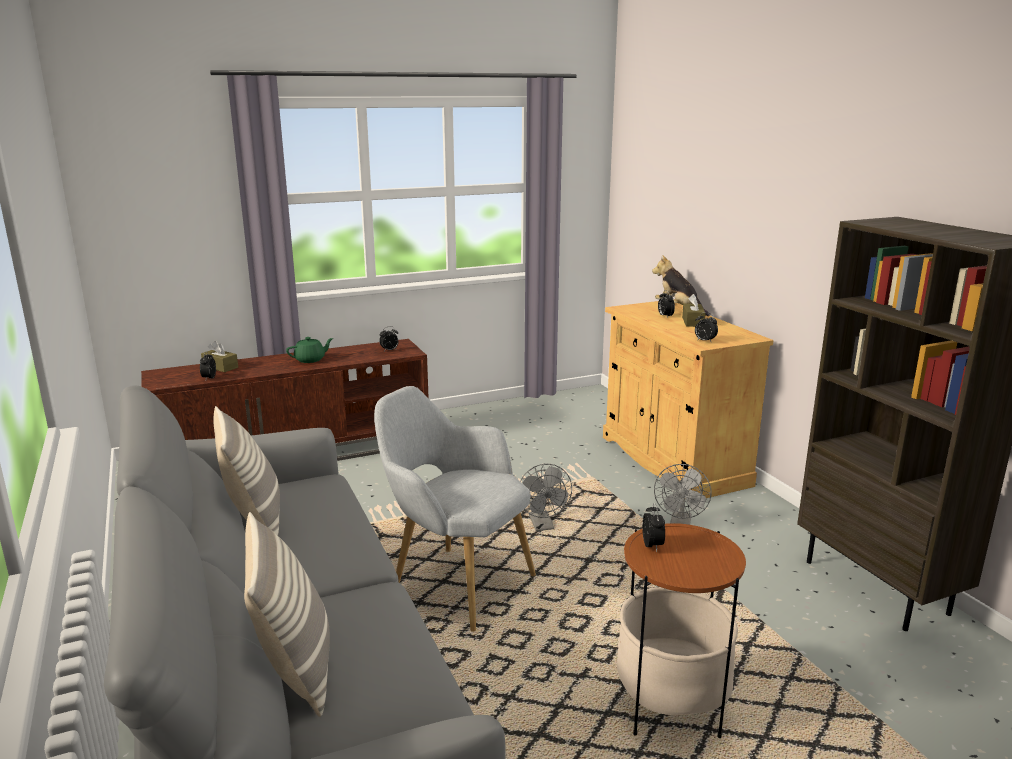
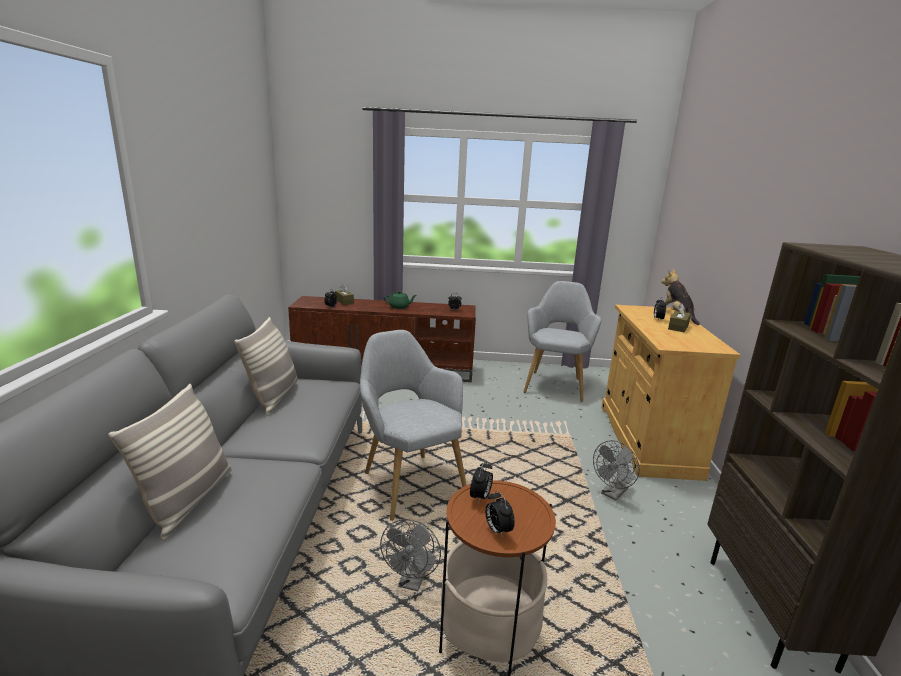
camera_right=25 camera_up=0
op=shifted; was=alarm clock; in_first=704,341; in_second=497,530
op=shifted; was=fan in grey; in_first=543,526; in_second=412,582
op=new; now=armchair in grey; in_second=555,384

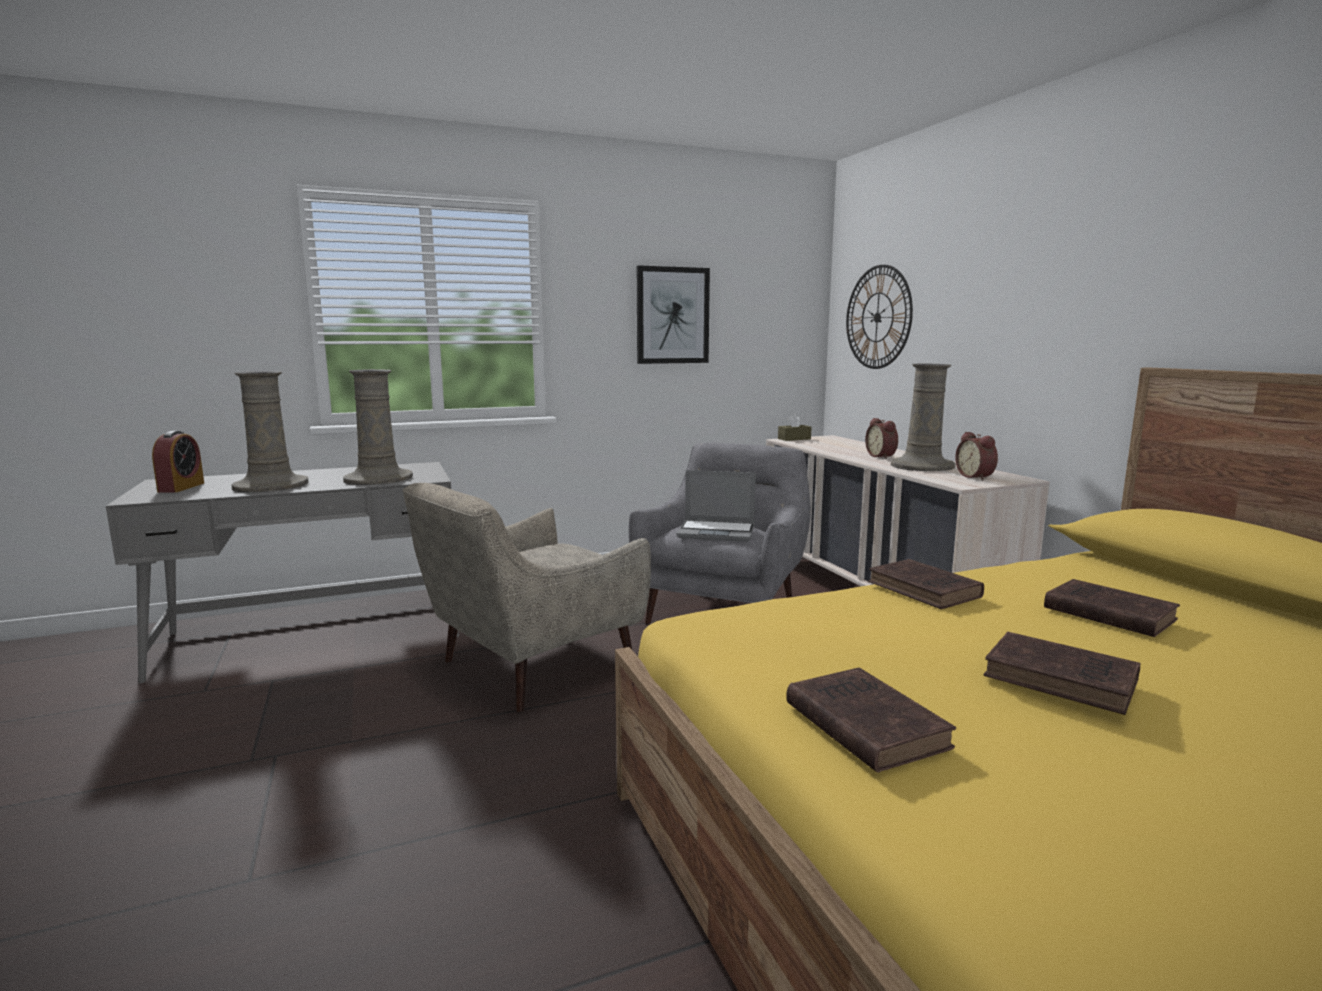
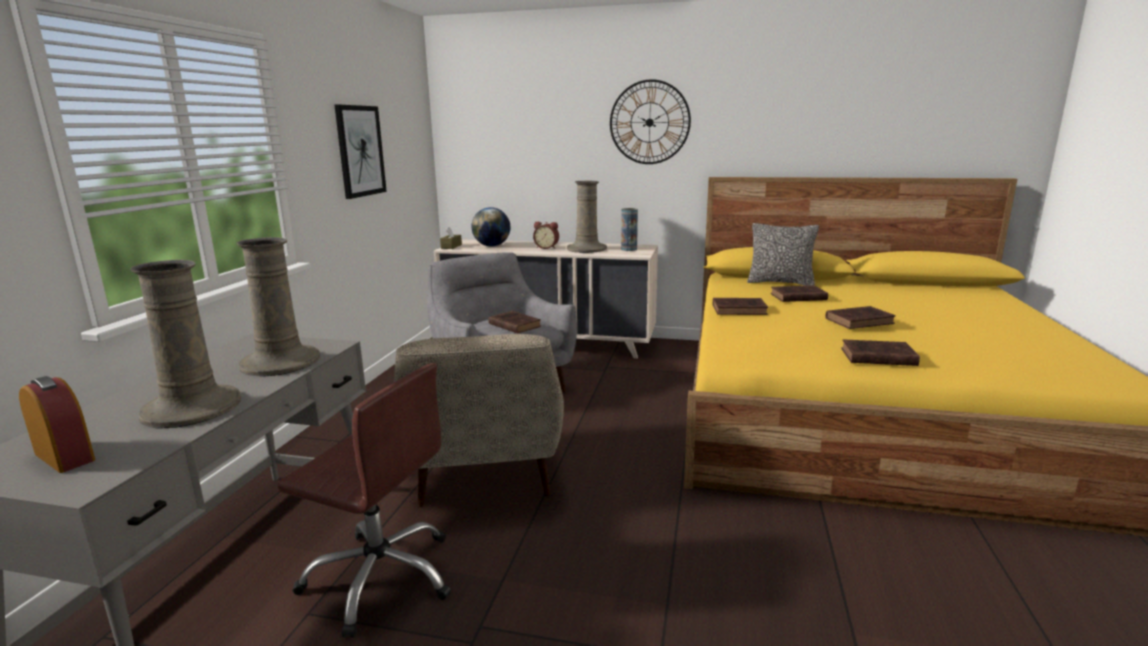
camera_right=-55 camera_up=5
op=shifted; was=wall clock; in_first=877,317; in_second=649,122
op=swapped; was=alarm clock; now=vase; in_first=976,477; in_second=629,249
op=swapped; was=laptop; now=book in brown; in_first=717,532; in_second=513,325
op=new; now=globe; in_second=492,246
op=new; now=pillow; in_second=780,282
op=new; now=office chair in brown; in_second=381,577

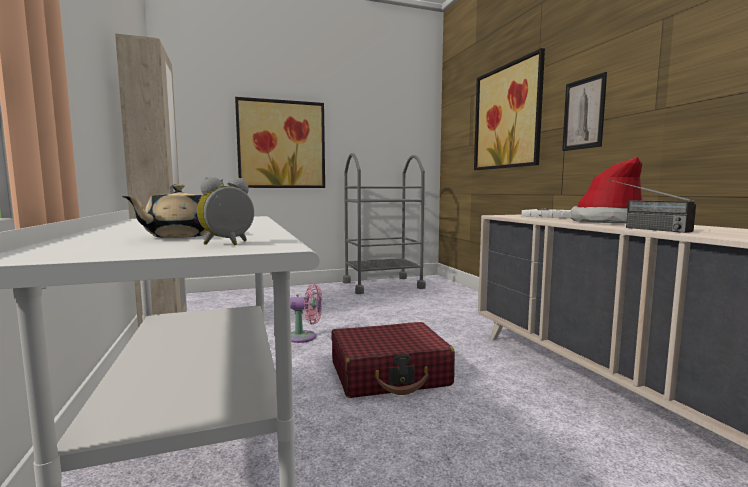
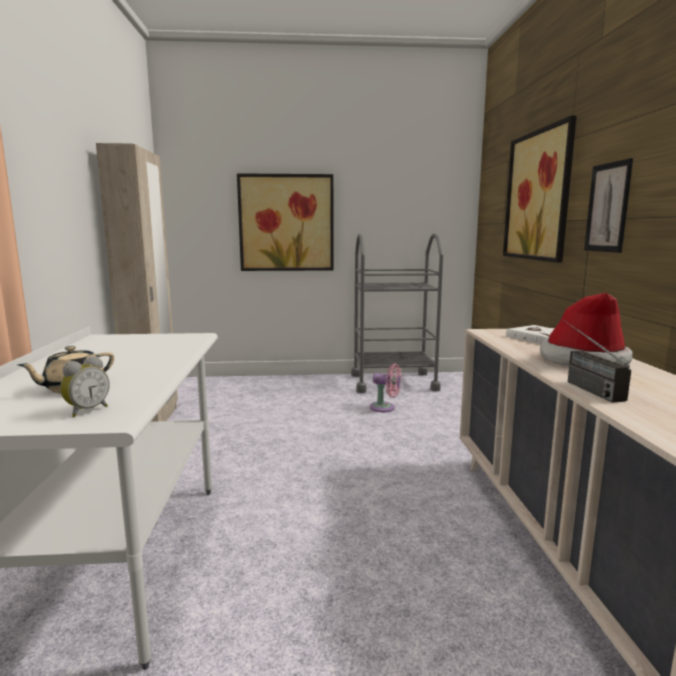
camera_right=15 camera_up=5
op=rotated; was=alarm clock; in_first=229,244; in_second=86,410; clockwise=150
op=shifted; was=fan in pink; in_first=305,337; in_second=385,408
op=gone; was=suitcase in red; in_first=390,374

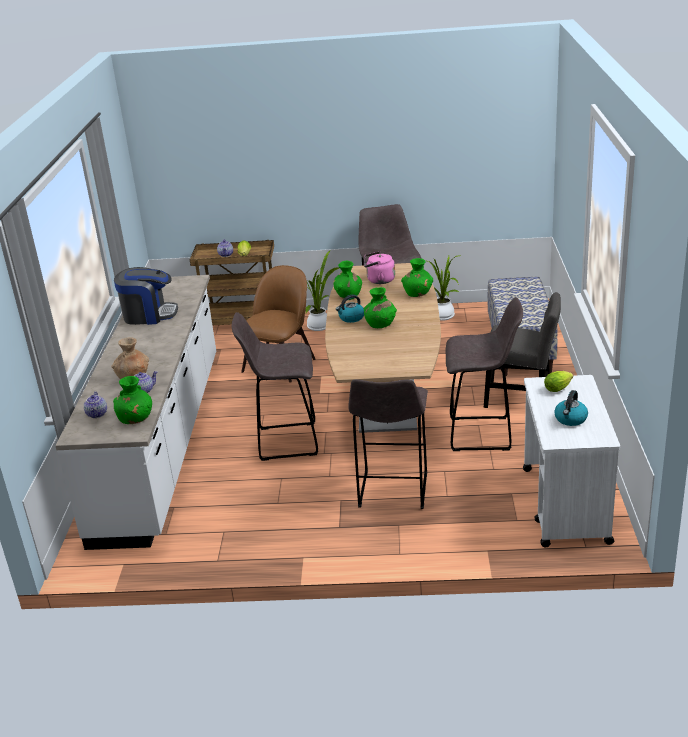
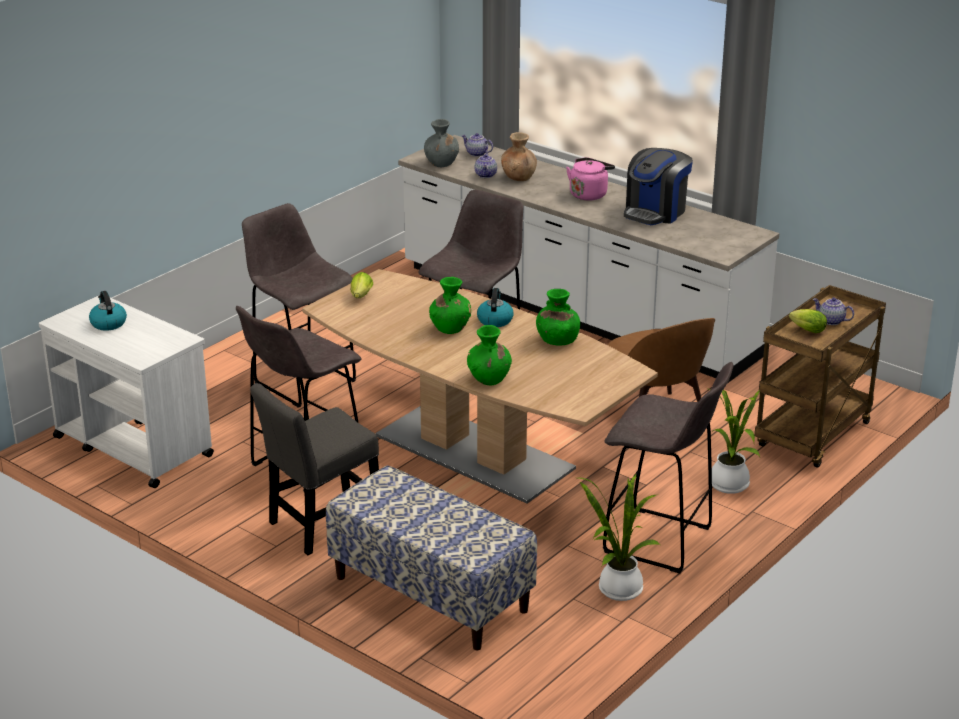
camera_right=125 camera_up=0
op=shifted; was=kettle in pink; in_first=379,280; in_second=589,194
op=shifted; was=lettuce; in_first=559,388; in_second=360,297
op=repainted; was=vase in green; now=vase in grey; in_first=136,419; in_second=441,163

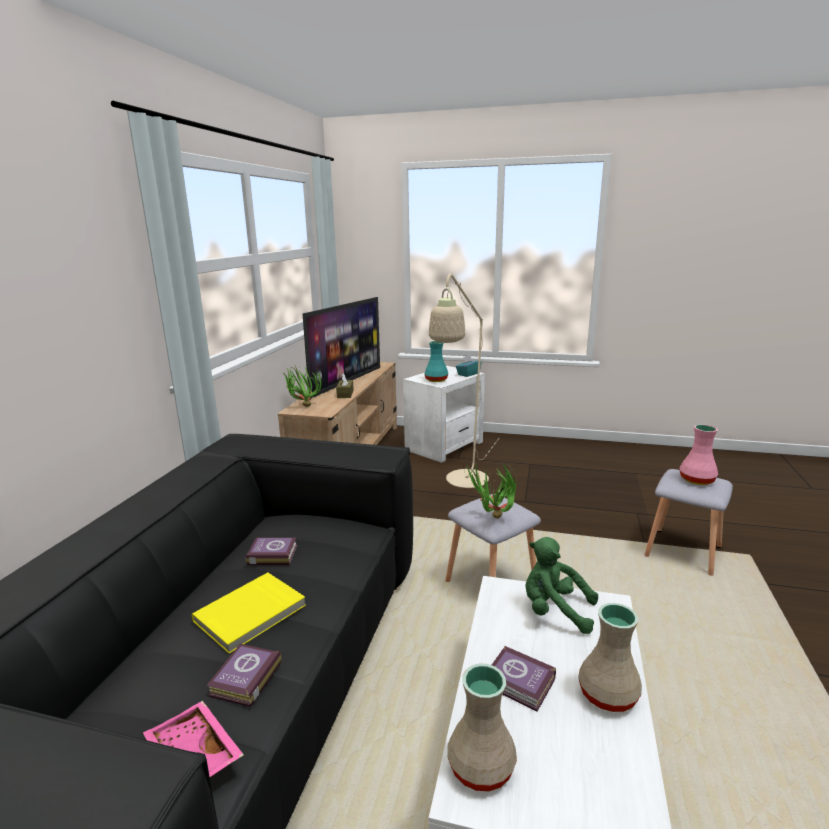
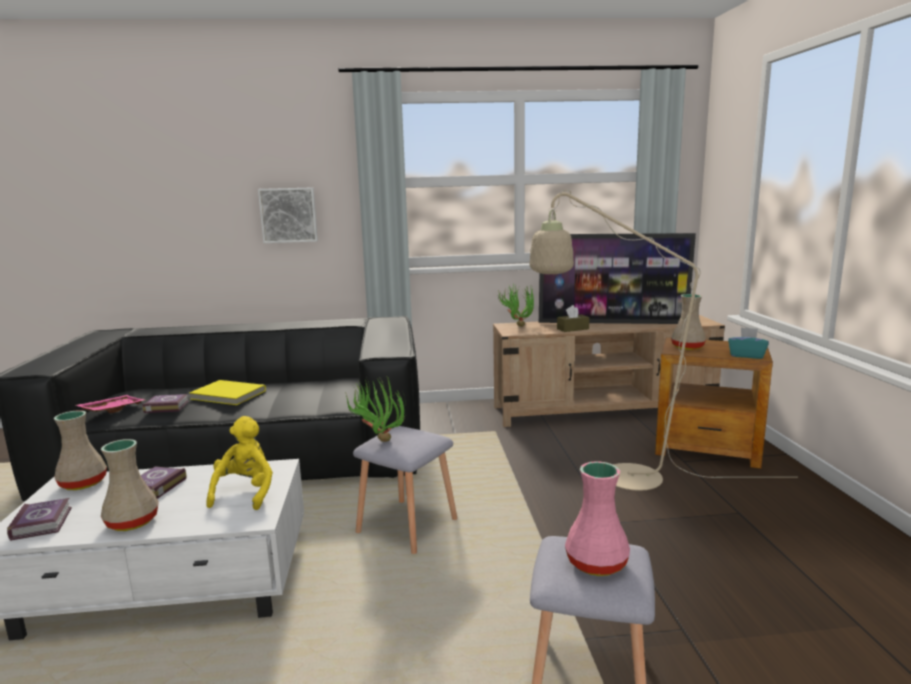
camera_right=70 camera_up=-5
op=repainted; was=vase in turquoise; now=vase in beige; in_first=436,380; in_second=687,347
op=repainted; was=side table in white; now=side table in brown; in_first=445,446; in_second=707,448
op=shifted; was=book; in_first=271,554; in_second=43,522
op=repainted; was=plush toy in green; now=plush toy in yellow; in_first=554,611; in_second=245,493
op=new; now=picture; in_second=288,215

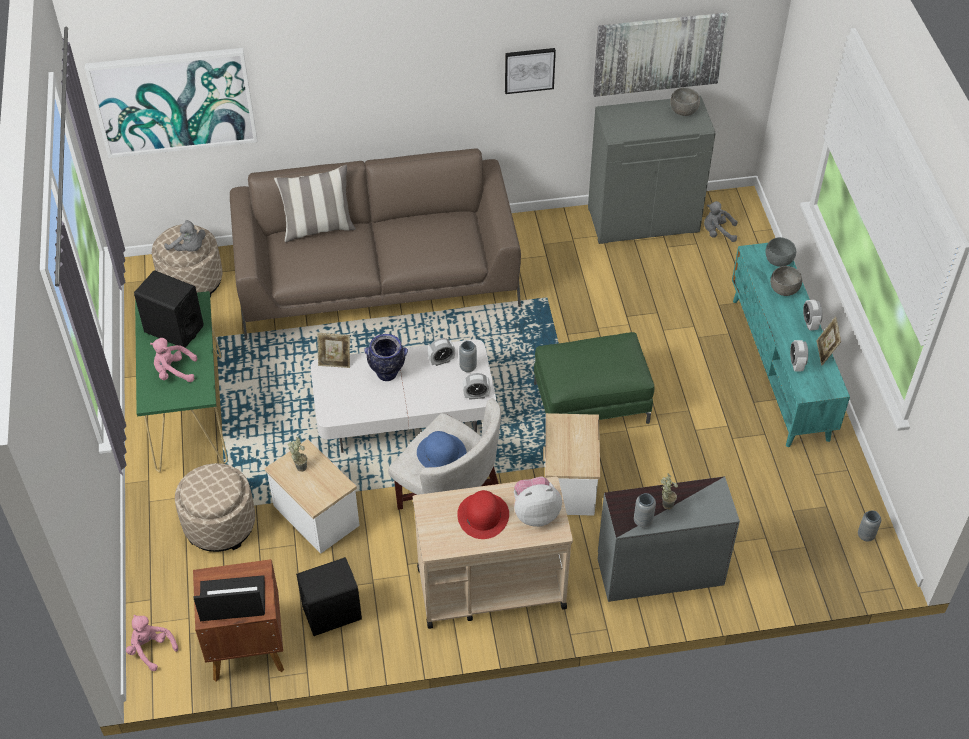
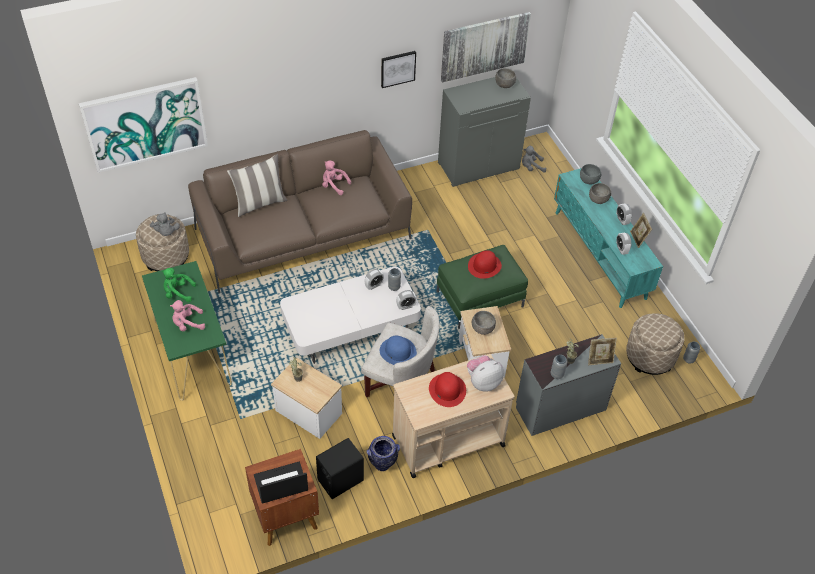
camera_right=-15 camera_up=0
op=rotated; was=plush toy in grey; in_first=189,249; in_second=166,232; clockwise=45
op=swapped; was=speaker in black; now=plush toy in green; in_first=173,329; in_second=178,293
op=shifted; was=picture frame; in_first=335,362; in_second=599,360
op=shifted; was=vase; in_first=387,374; in_second=382,464
op=shifted; was=ottoman in beige; in_first=220,525; in_second=650,356
op=shifted; was=plush toy in pink; in_first=151,649; in_second=334,185
op=new; now=hat in red; in_second=484,266
op=new; now=bowl in grey; in_second=482,329

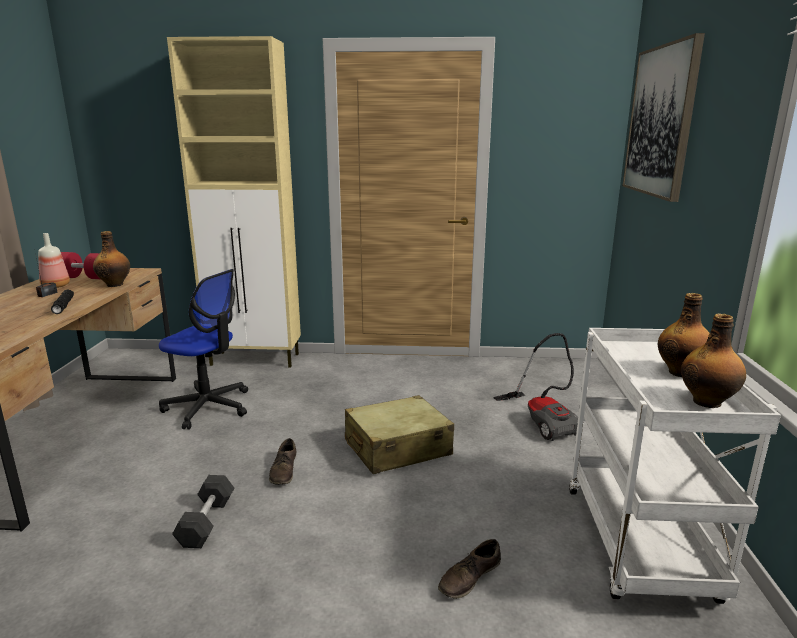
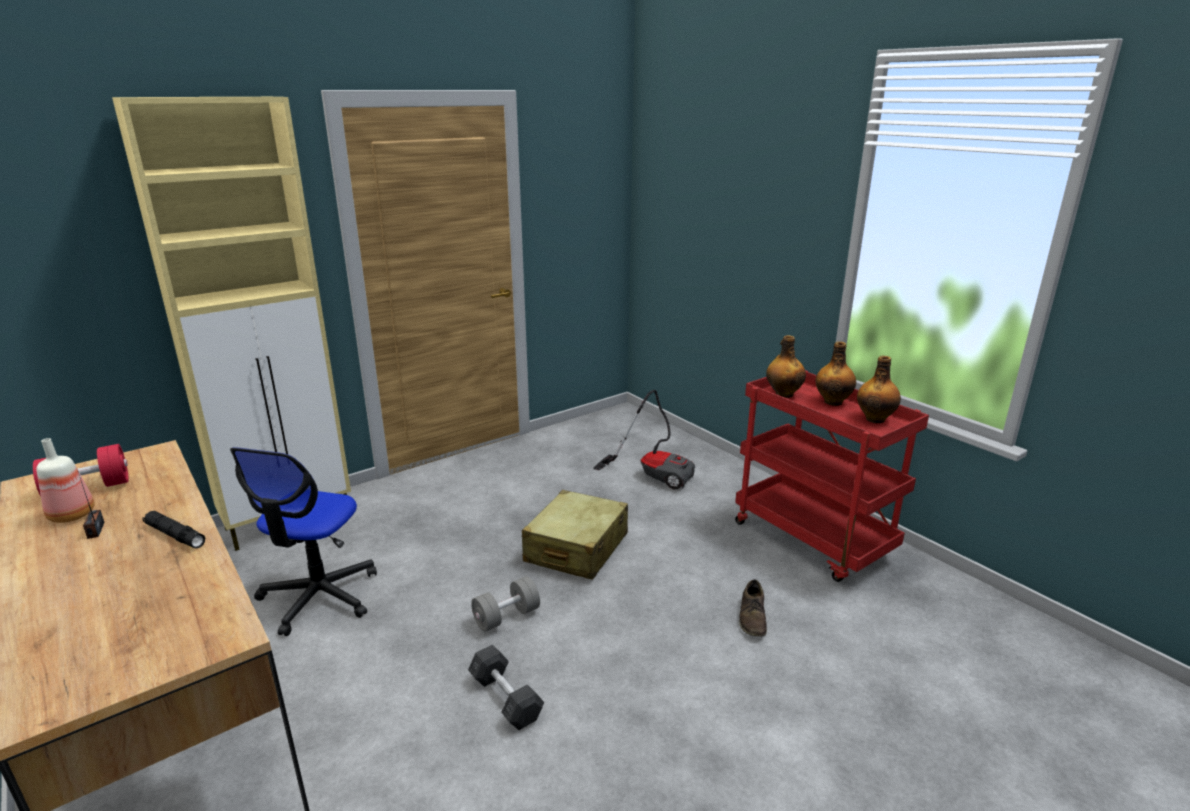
camera_right=-40 camera_up=5
op=gone; was=picture; in_first=660,121
op=shifted; was=bottle; in_first=115,284; in_second=783,394
op=rotated; was=office chair; in_first=208,407; in_second=319,597; clockwise=120
op=repainted; was=cart in white; now=cart in red; in_first=640,545; in_second=814,540
op=swapped; was=shoe in brown; now=dumbbell in grey; in_first=284,470; in_second=506,616

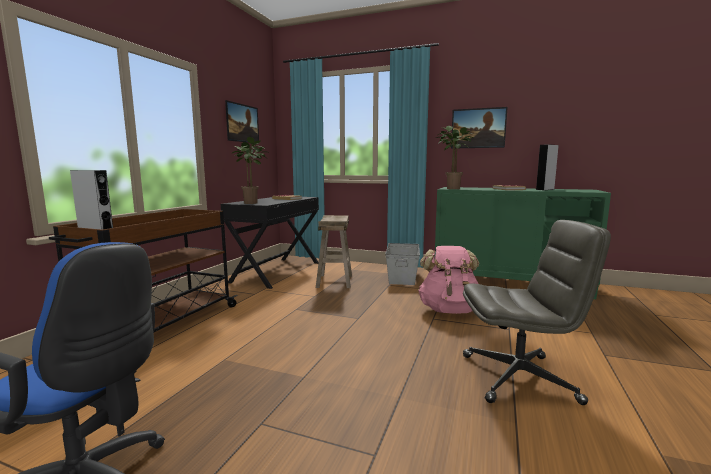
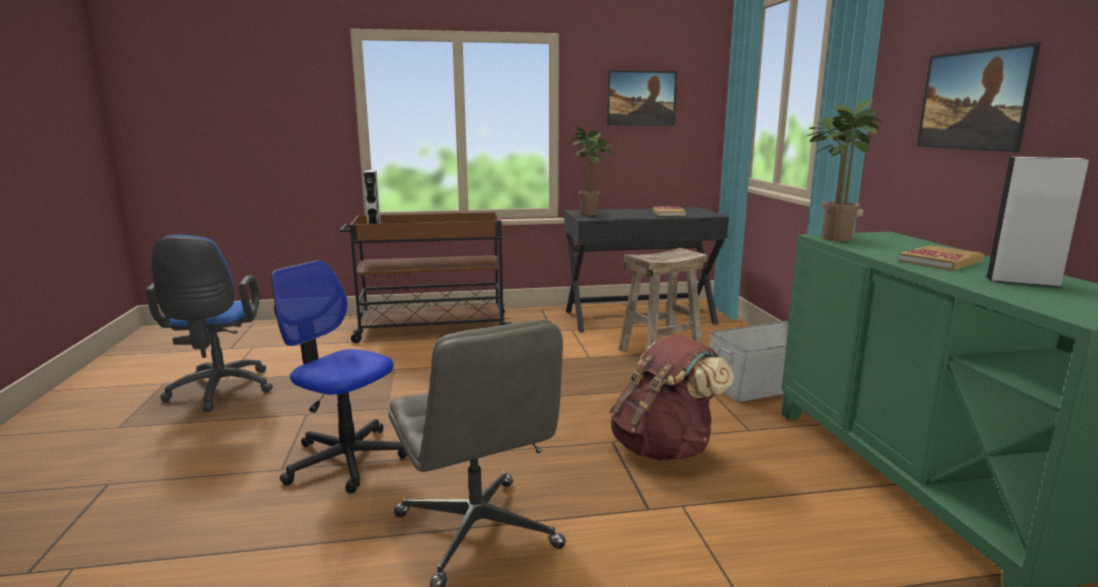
camera_right=60 camera_up=5
op=repainted; was=backpack in pink; now=backpack in brown; in_first=449,310; in_second=664,448
op=new; now=office chair; in_second=346,460

